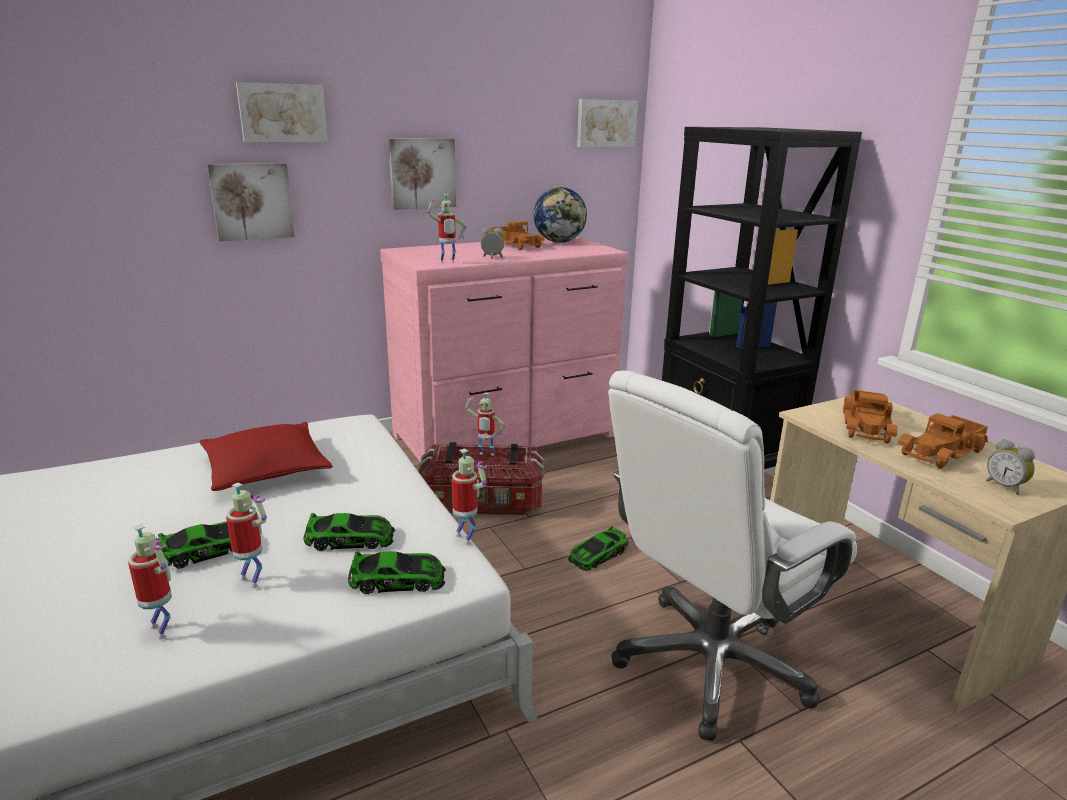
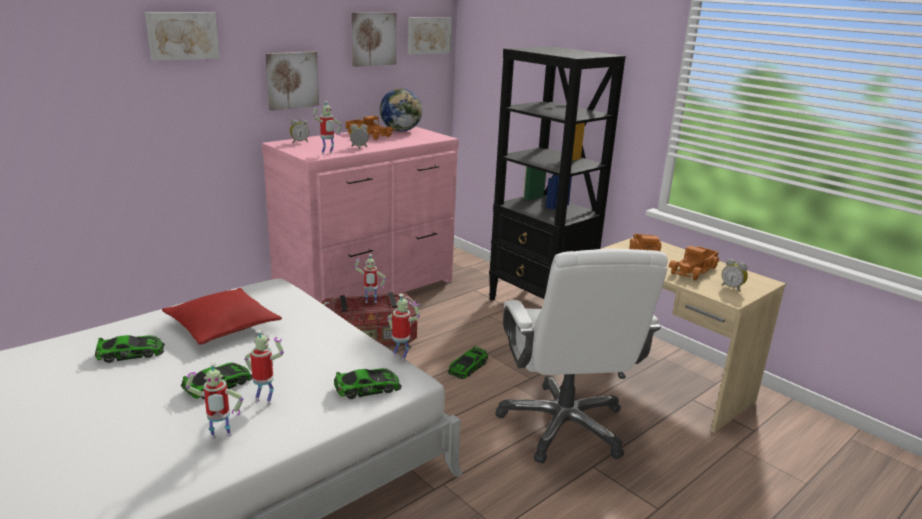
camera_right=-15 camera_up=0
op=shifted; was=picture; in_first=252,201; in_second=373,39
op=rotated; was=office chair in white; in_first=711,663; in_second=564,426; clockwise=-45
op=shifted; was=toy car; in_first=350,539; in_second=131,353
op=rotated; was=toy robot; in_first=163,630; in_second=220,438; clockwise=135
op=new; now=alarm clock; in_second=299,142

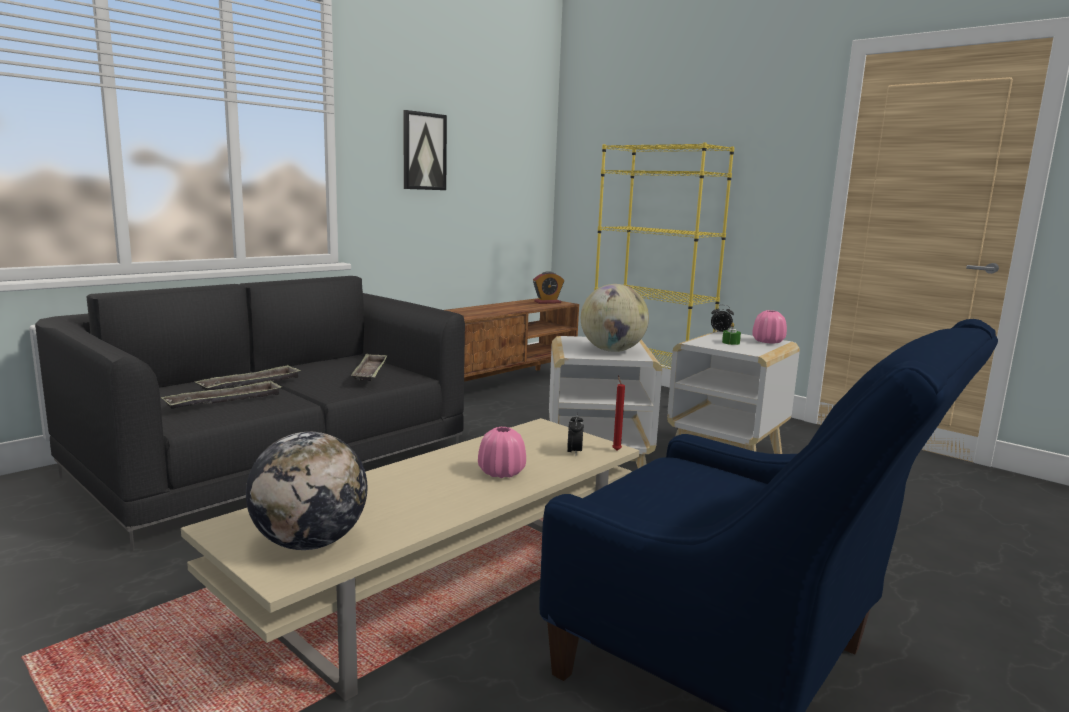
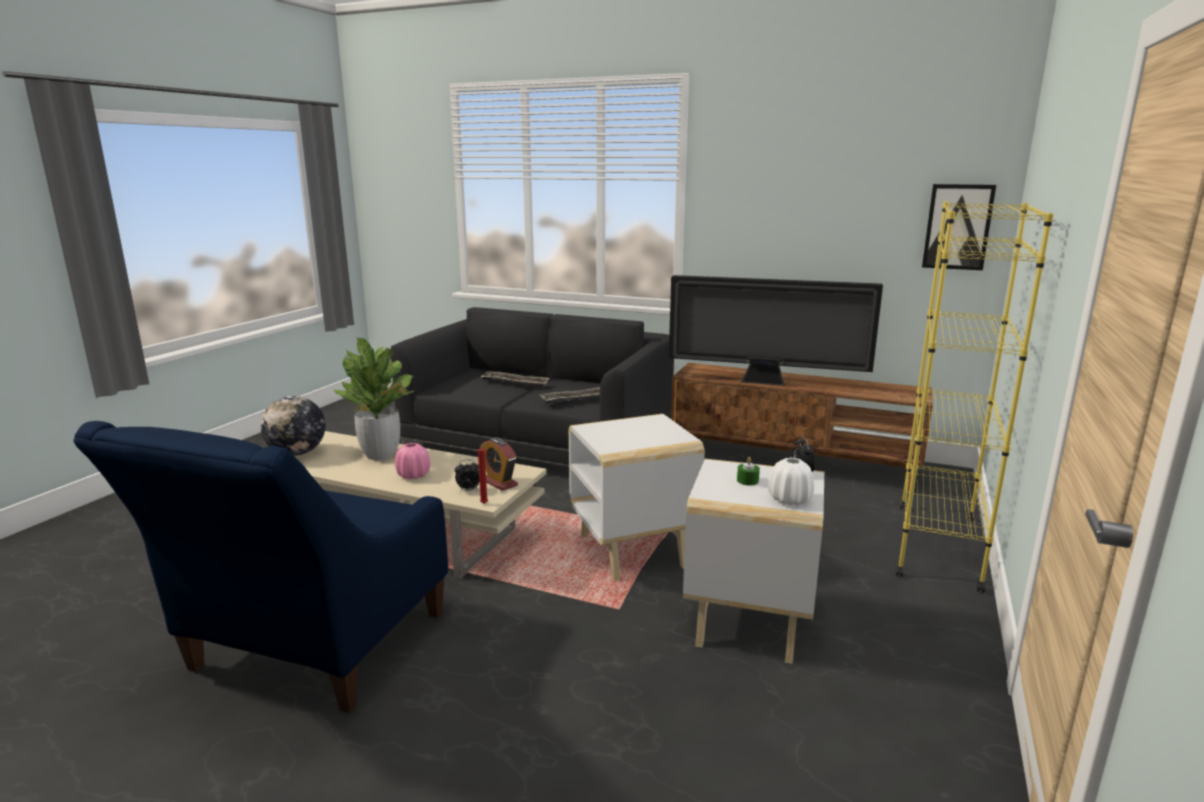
camera_right=70 camera_up=5
op=shifted; was=picture; in_first=424,151; in_second=957,227
op=shifted; was=alarm clock; in_first=547,302; in_second=499,482
op=gone; was=globe; in_first=612,351
op=repainted; was=vase in pink; now=vase in white; in_first=768,342; in_second=789,500
op=gone; was=tray; in_first=224,401
op=new; now=television; in_second=766,382
op=new; now=potted plant; in_second=381,455

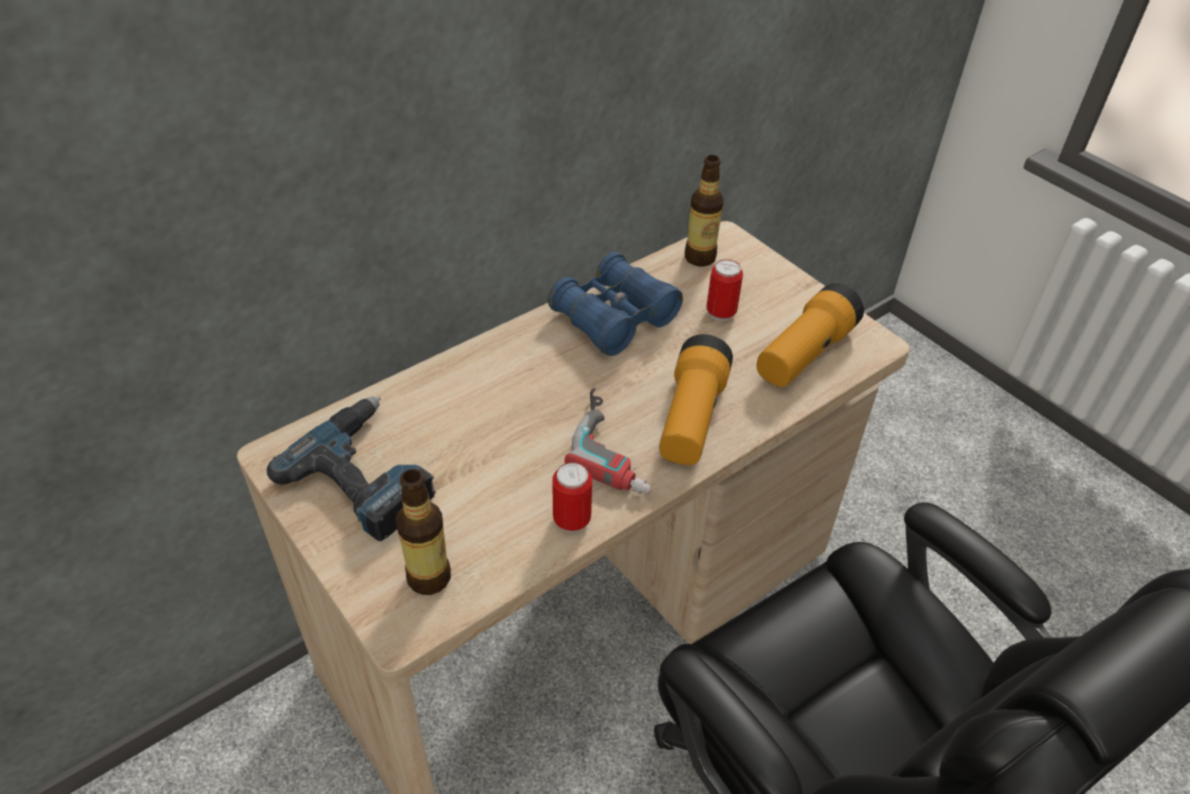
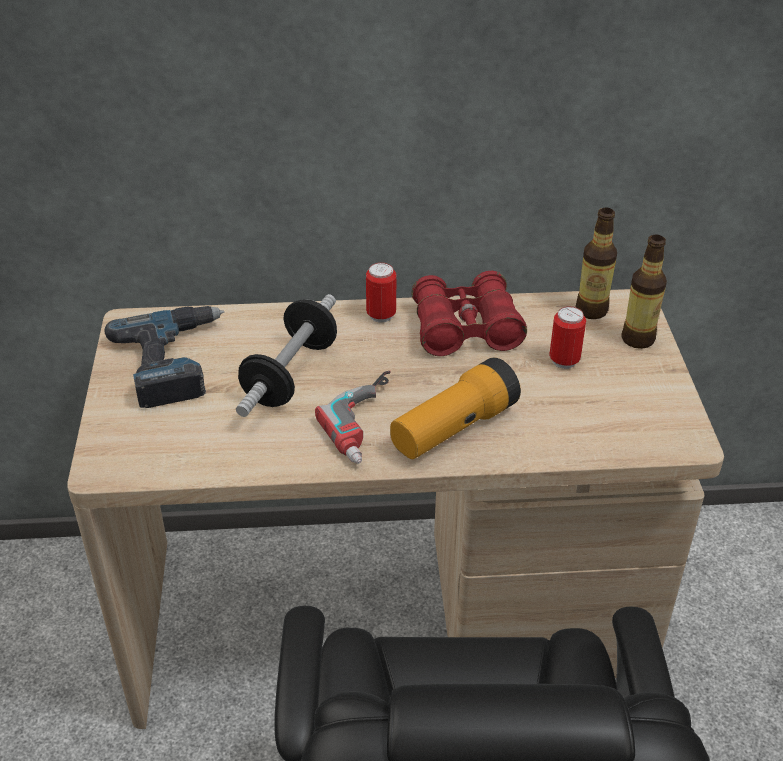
camera_right=35 camera_up=-5
op=repainted; was=binoculars in blue; now=binoculars in red; in_first=614,318; in_second=465,329
op=gone; was=flashlight; in_first=804,354
op=shifted; was=can; in_first=572,520; in_second=381,315
op=shifted; was=bottle; in_first=429,577; in_second=638,339
op=new; now=dumbbell; in_second=290,374

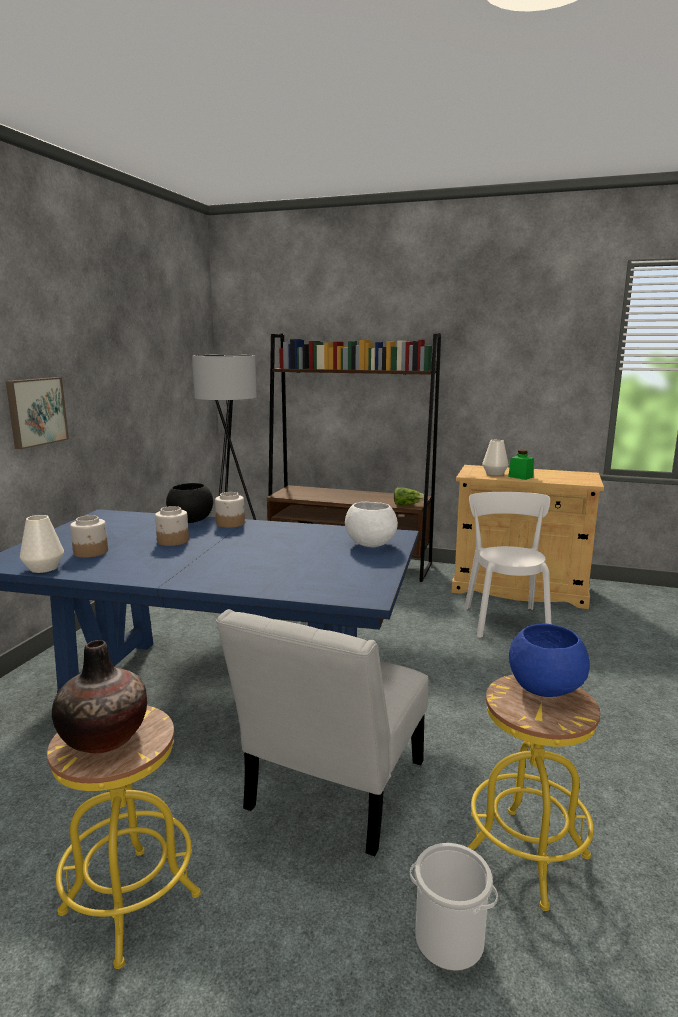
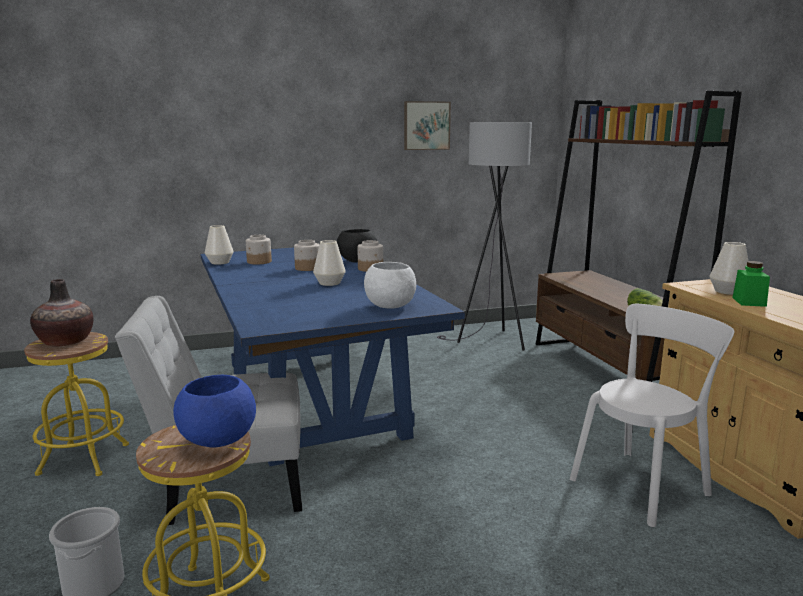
camera_right=55 camera_up=0
op=shifted; was=picture; in_first=35,411; in_second=426,125
op=new; now=vase in white; in_second=329,283

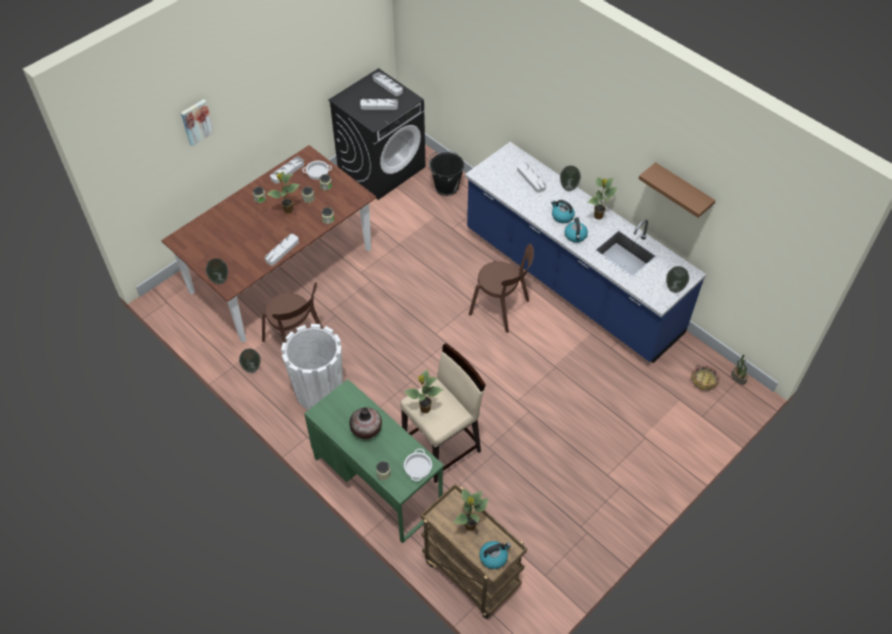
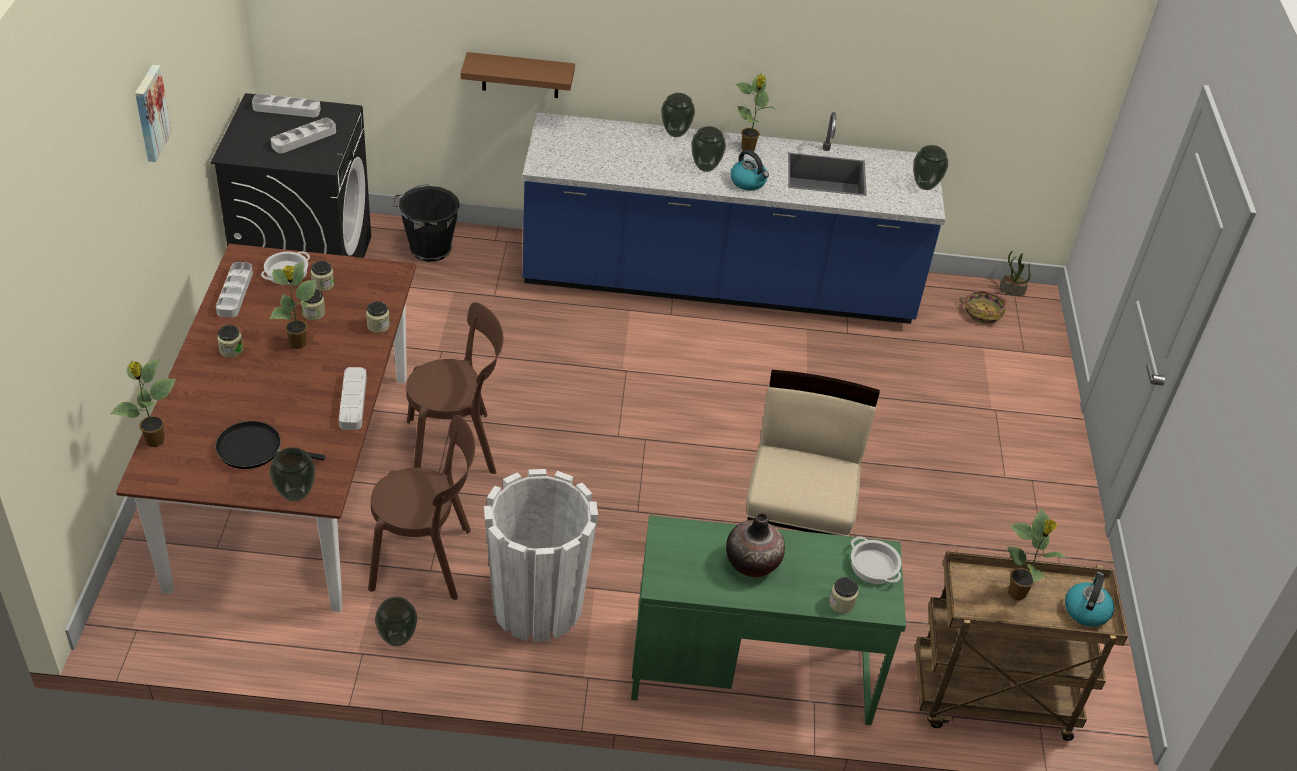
camera_right=-45 camera_up=-10
op=shifted; was=picture; in_first=196,121; in_second=150,113
op=shifted; was=shelf in brown; in_first=682,190; in_second=520,75
op=gone; was=tray in grey; in_first=531,179
op=swapped; was=kettle; now=vase; in_first=562,216; in_second=706,168
op=shifted; was=chair in brown; in_first=501,308; in_second=456,445
op=shifted; was=potted plant; in_first=424,409; in_second=154,442
op=new; now=frying pan in black; in_second=254,449

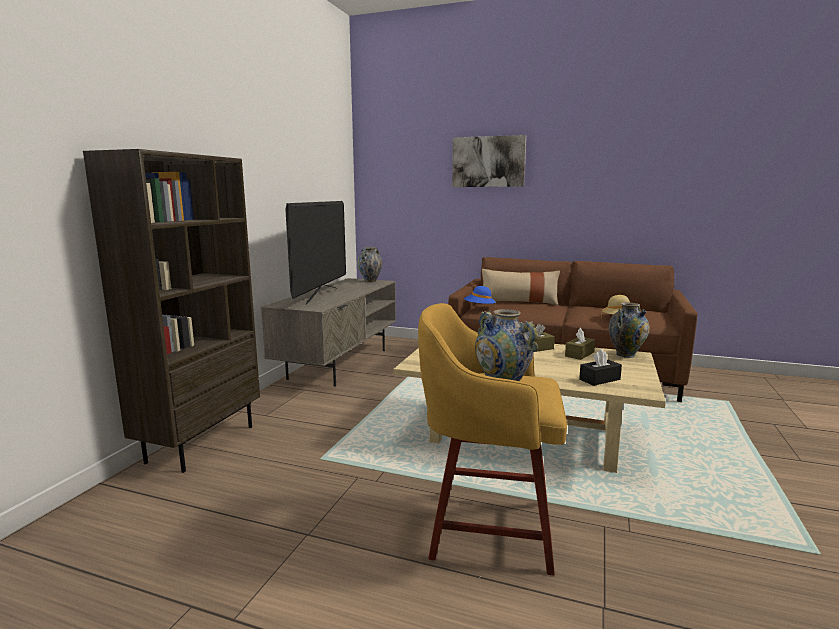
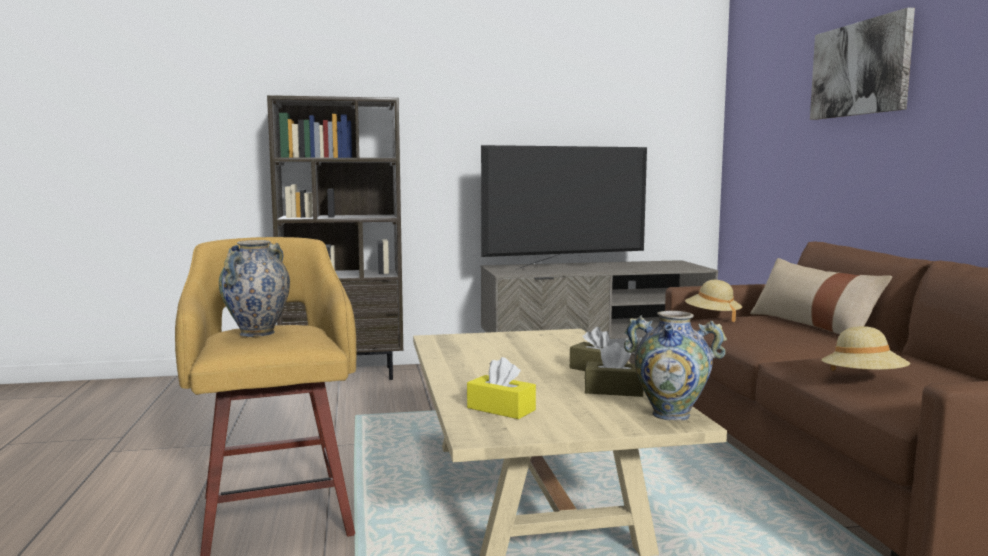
camera_right=60 camera_up=-5
op=gone; was=vase; in_first=370,281
op=repainted; was=hat in blue; now=hat in beige; in_first=479,308; in_second=712,317
op=repainted; was=tissue box in black; now=tissue box in yellow; in_first=599,379; in_second=501,409

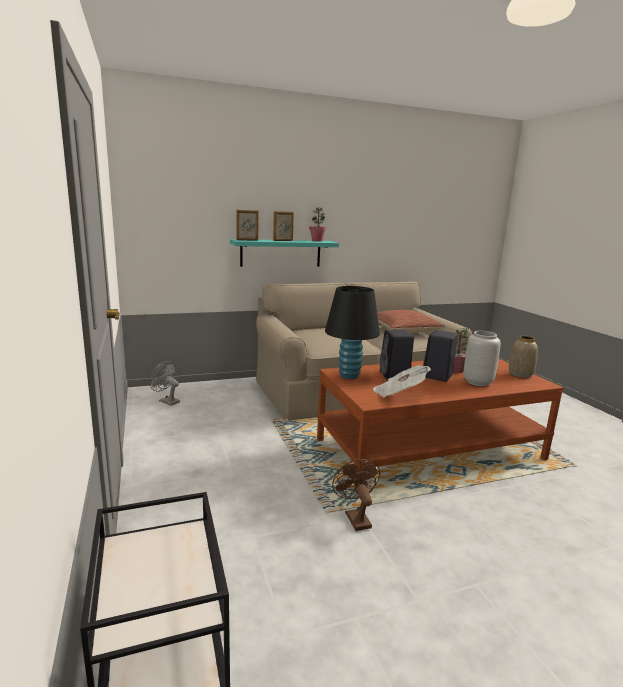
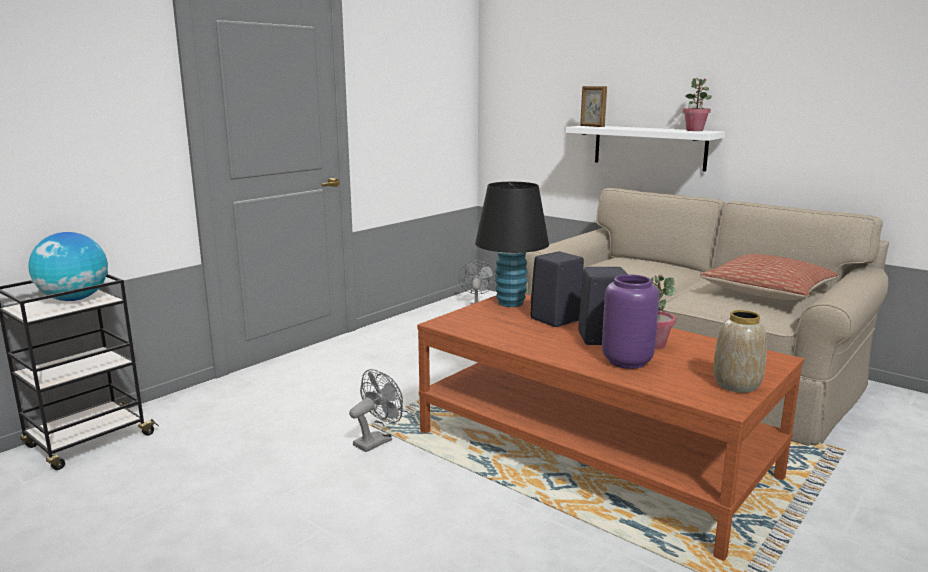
camera_right=60 camera_up=0
op=gone; was=picture frame; in_first=283,240
op=repainted; was=shelf in turquoise; now=shelf in white; in_first=281,253; in_second=649,147
op=repainted; was=vase in grey; now=vase in purple; in_first=477,382; in_second=626,361
op=gone; was=newspaper; in_first=399,394
op=repainted; was=fan in brown; now=fan in grey; in_first=355,517; in_second=377,440
op=new; now=globe; in_second=74,299

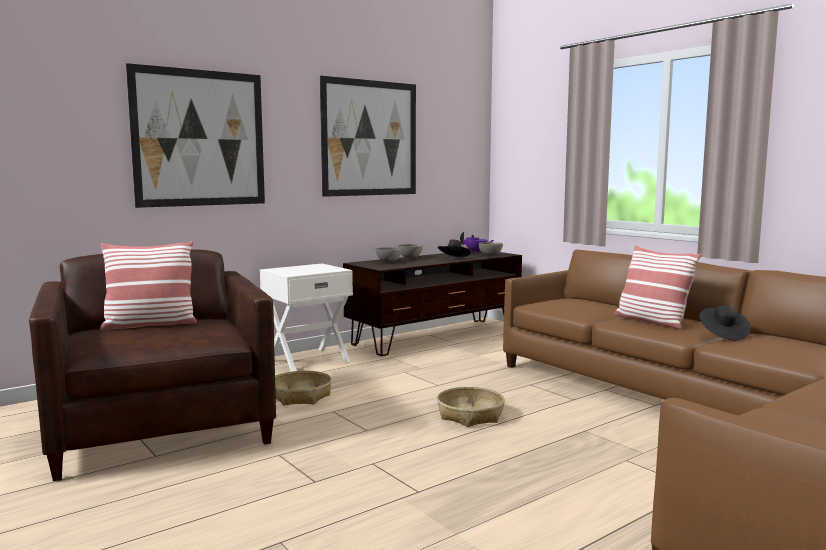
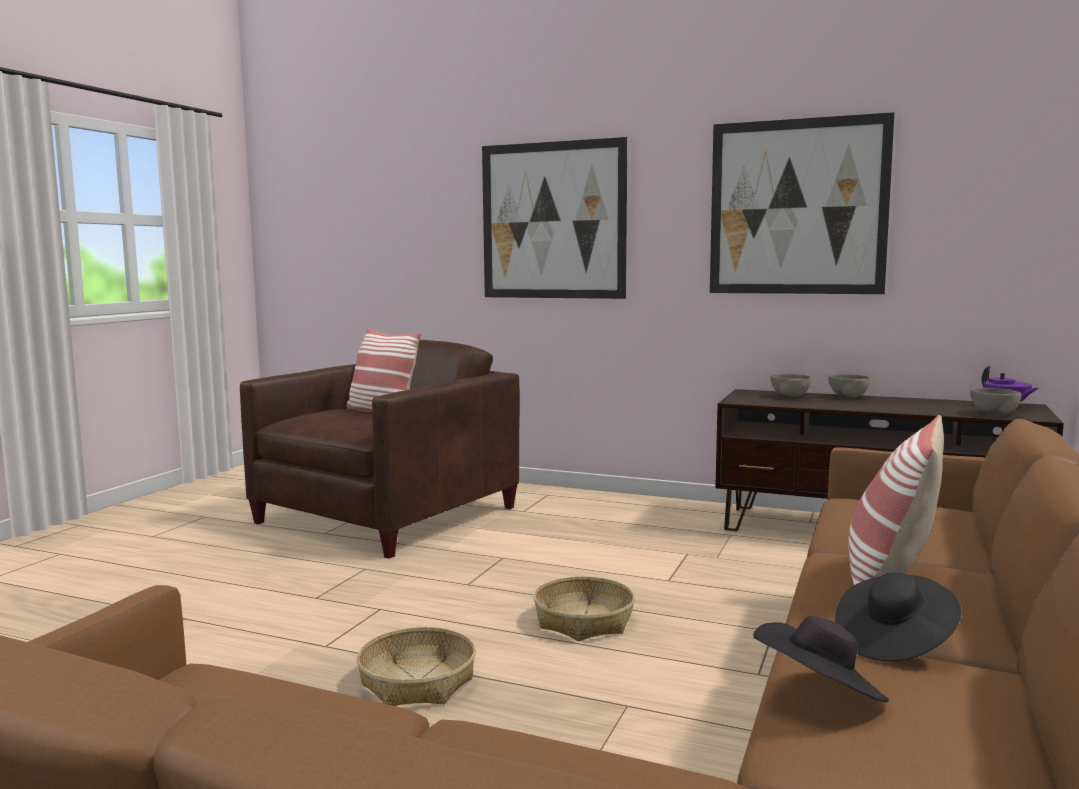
camera_right=60 camera_up=0
op=shifted; was=hat in black; in_first=454,259; in_second=820,693
op=gone; was=nightstand in white; in_first=307,360
op=shifted; was=basket; in_first=300,396; in_second=417,682

